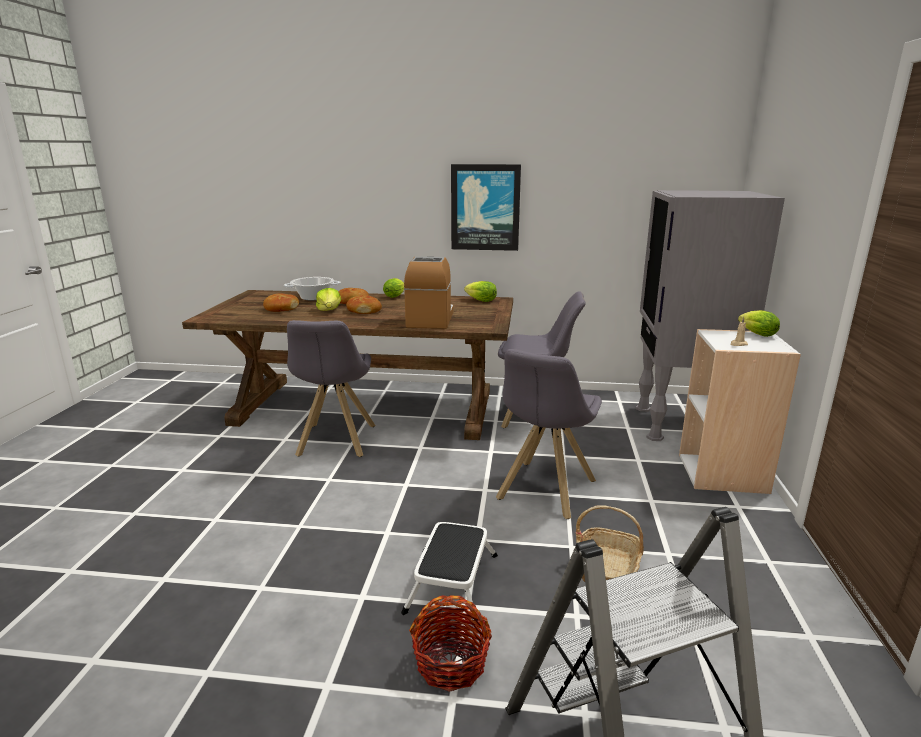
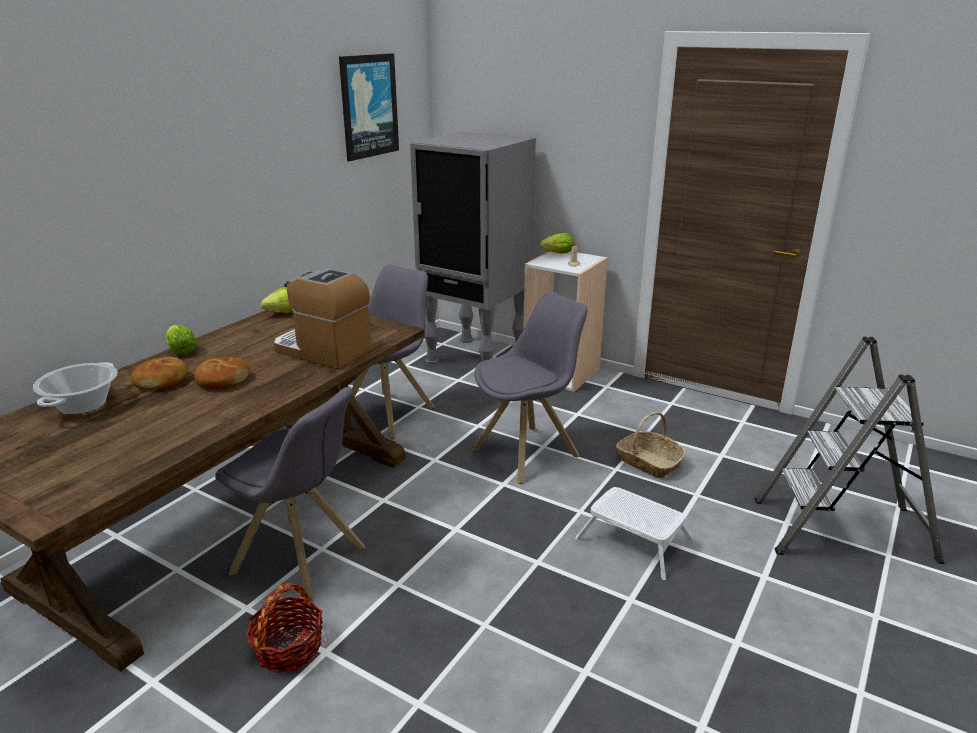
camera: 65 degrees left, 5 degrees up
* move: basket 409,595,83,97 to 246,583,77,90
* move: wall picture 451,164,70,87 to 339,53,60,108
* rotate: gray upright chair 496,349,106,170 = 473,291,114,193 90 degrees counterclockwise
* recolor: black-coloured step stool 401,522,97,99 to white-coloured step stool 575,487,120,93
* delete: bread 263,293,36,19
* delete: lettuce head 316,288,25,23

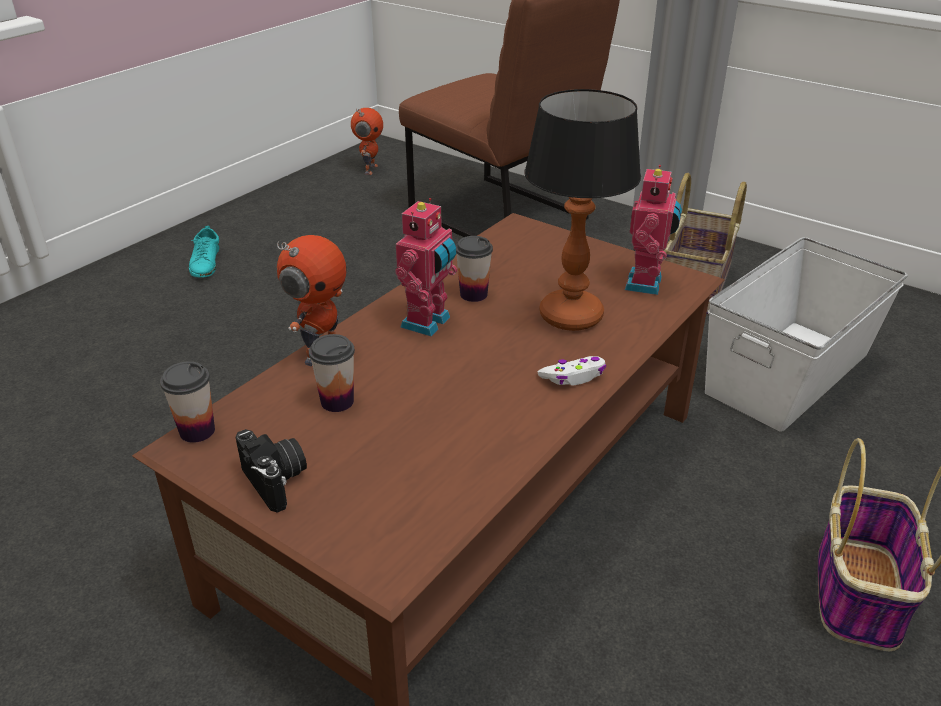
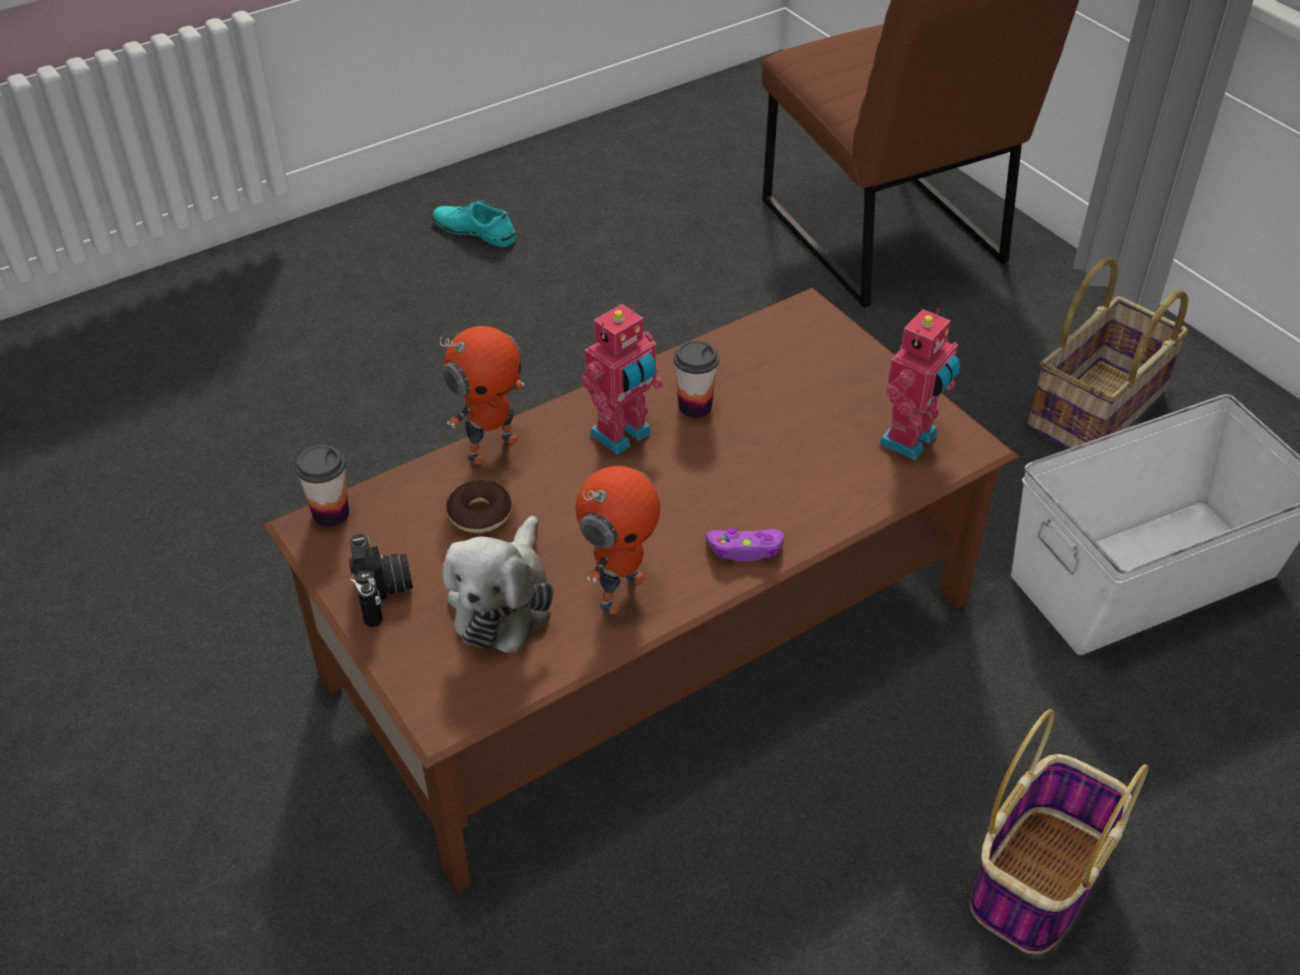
camera: 20 degrees right, 10 degrees up
* rotate: blue-green item of footwear 189,226,30,52 = 432,200,84,47 105 degrees clockwise
* insert: cuddly toy 443,516,110,137
* replace: small cup 309,334,46,78 to doughnut 446,480,66,53
* move: model robot 351,108,32,67 to 575,466,85,148
* recolor: white-coloured gamepad 538,356,68,30 to purple gamepad 706,528,78,33
* delete: lamp for a table 525,89,116,242

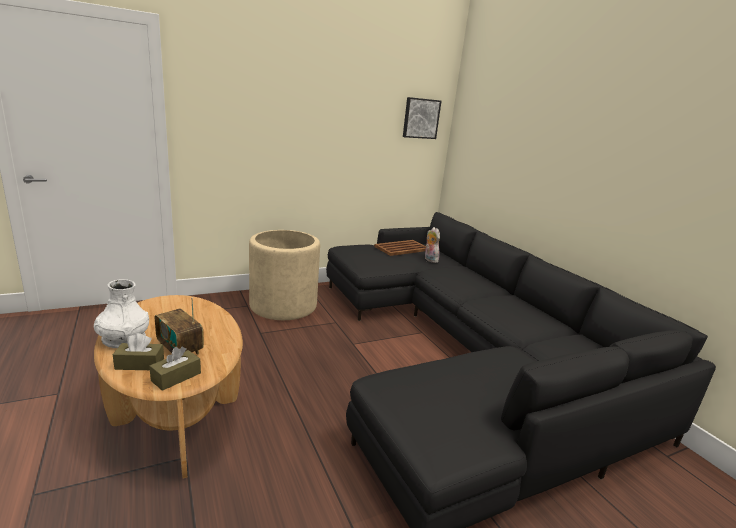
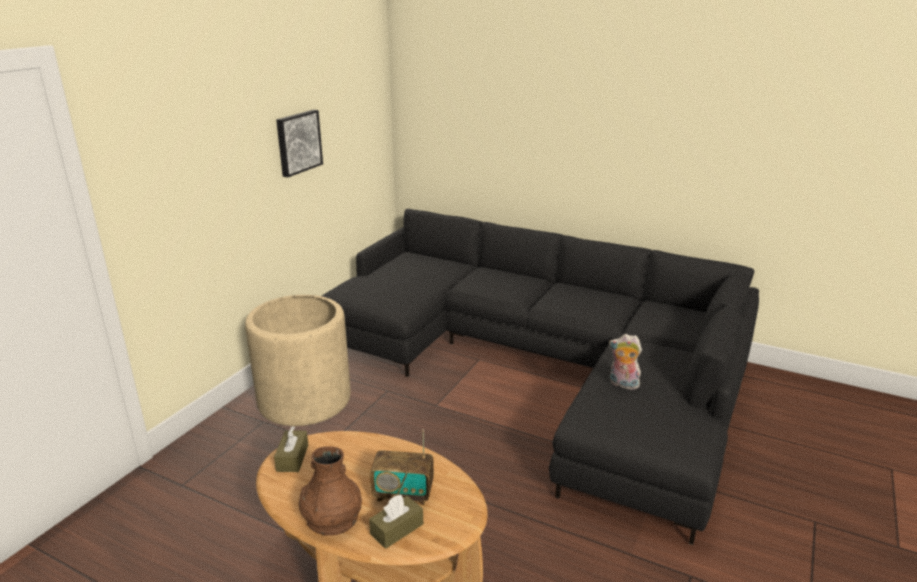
camera: 35 degrees left, 5 degrees up
* move: brown tissue holder 149,346,52,45 to 274,426,34,46
* move: wall picture 403,97,38,42 to 276,110,47,67
* recolor: white-coloured vase 94,279,55,69 to brown vase 299,446,63,89
* move: cuddly toy 425,227,15,36 to 609,334,33,56
* delete: brown tray 374,240,52,16

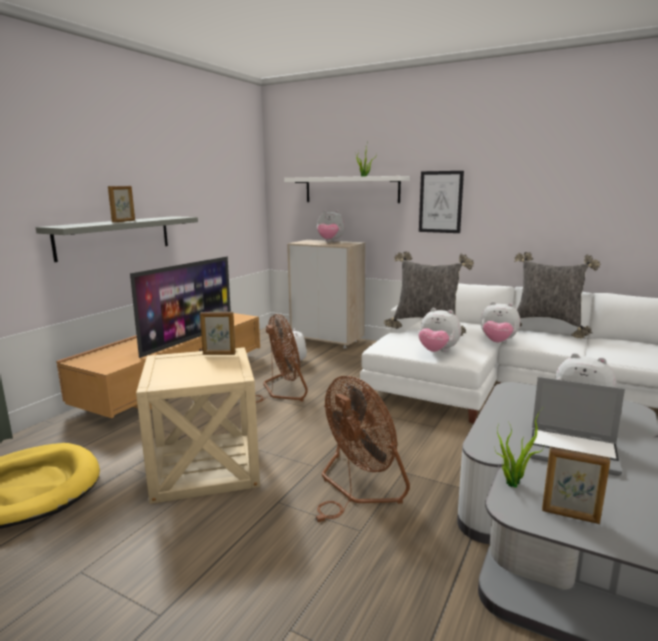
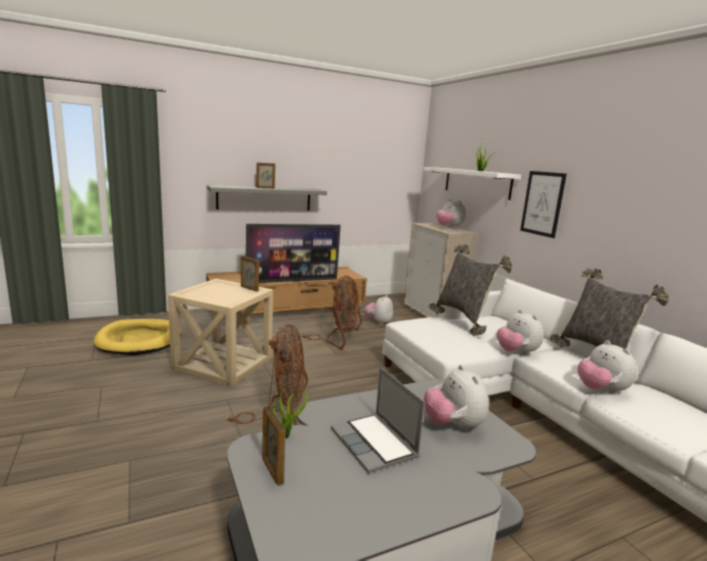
camera: 35 degrees right, 0 degrees up
* move: cuddly toy 418,308,43,44 to 578,340,59,54

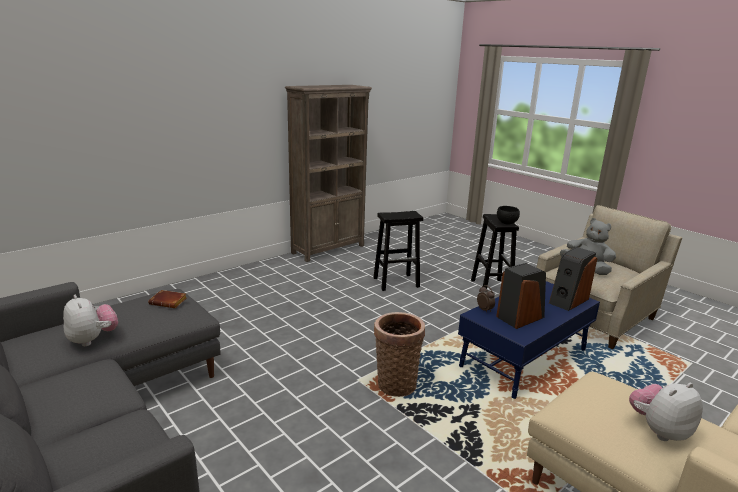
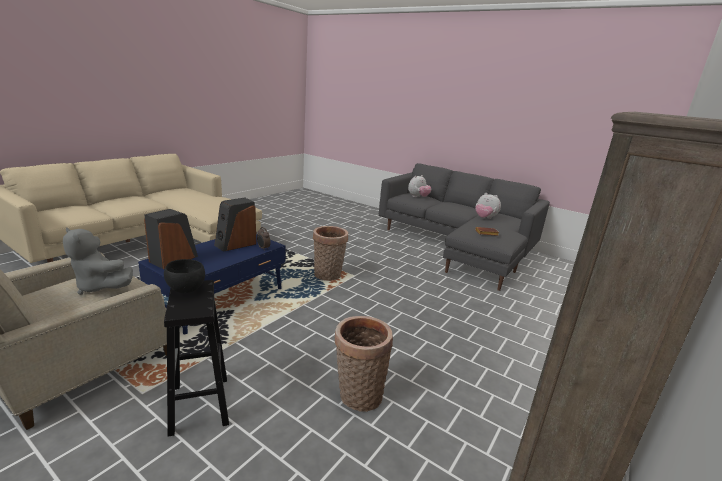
camera: 165 degrees right, 0 degrees up
* replace: black-coloured stool 373,211,50,80 to basket 334,316,59,96
* move: cuddly toy 629,383,74,58 to 408,175,24,22

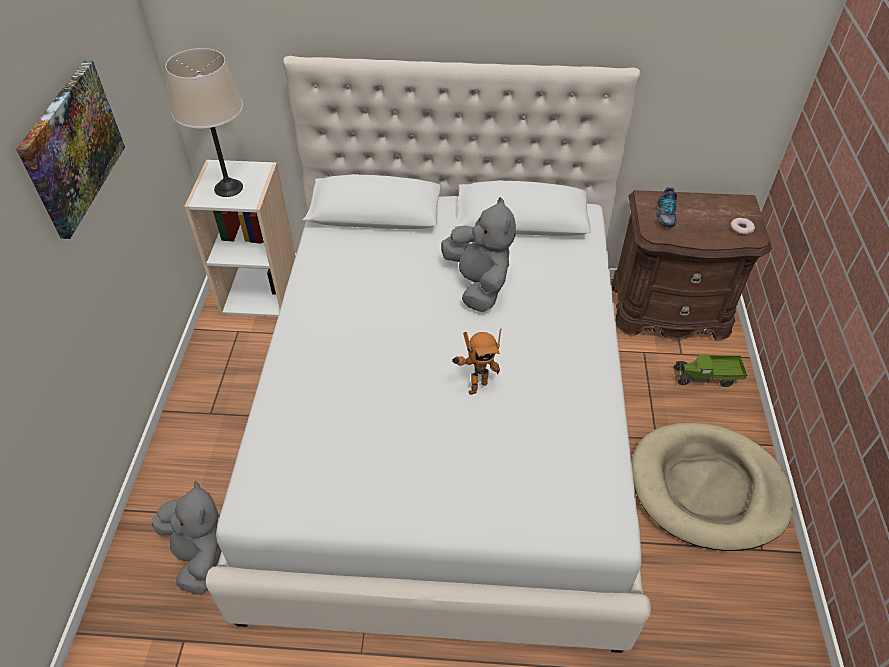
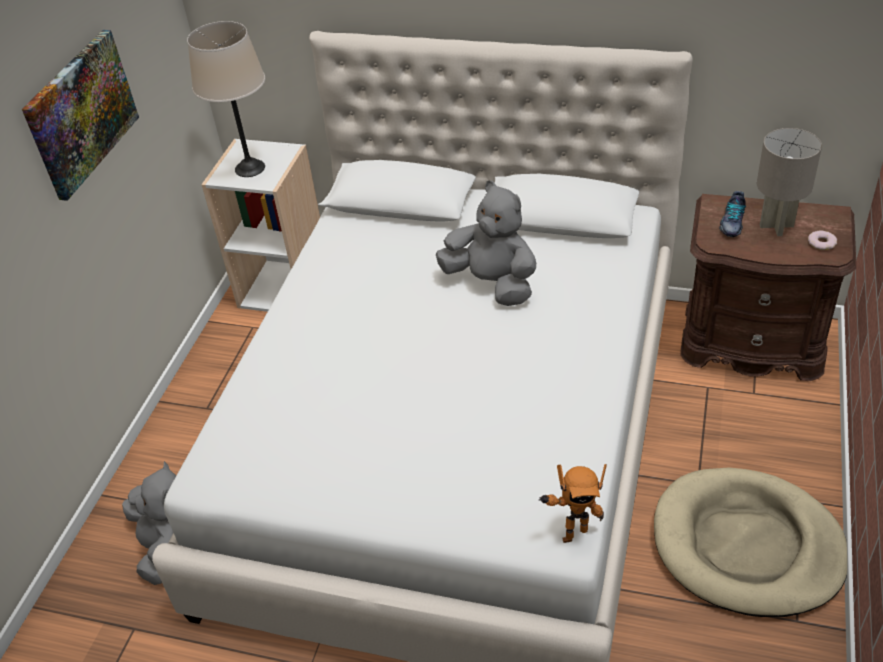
camera: 15 degrees right, 5 degrees down
* rotate: gray cuddly toy 441,197,75,115 = 436,181,100,125 45 degrees counterclockwise
* move: model robot 452,328,49,67 to 539,464,68,79
* insert: gray lamp for a table 757,128,65,108
* delete: toy lorry 673,354,74,33

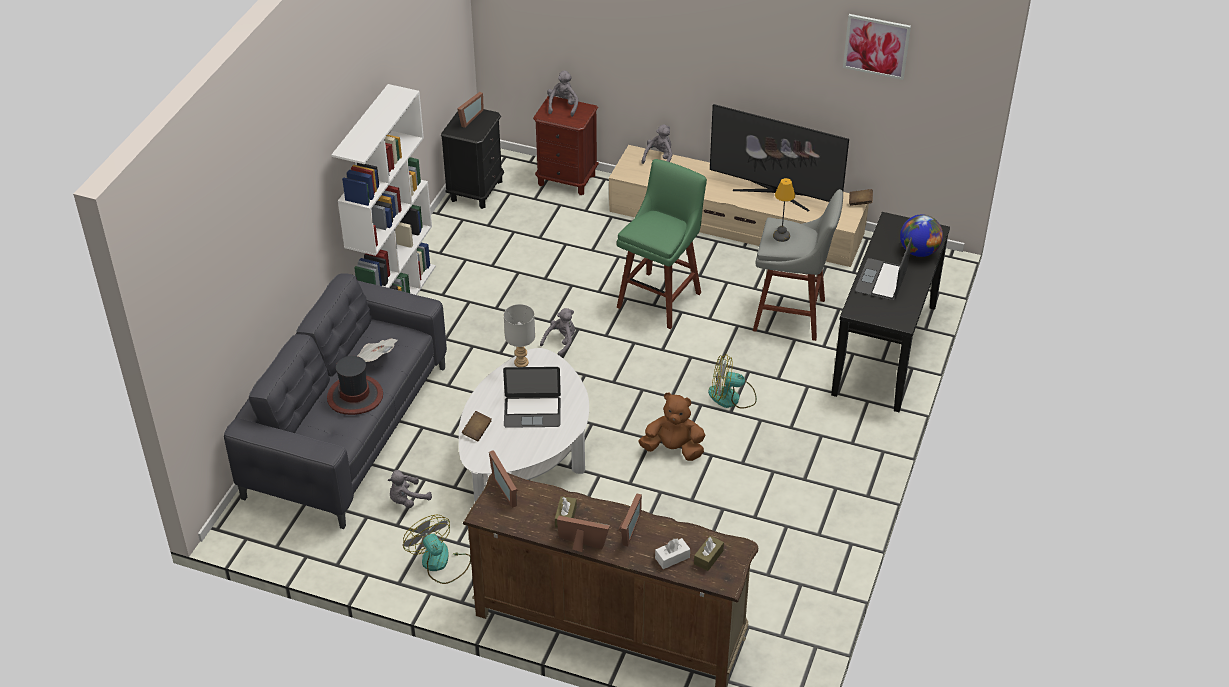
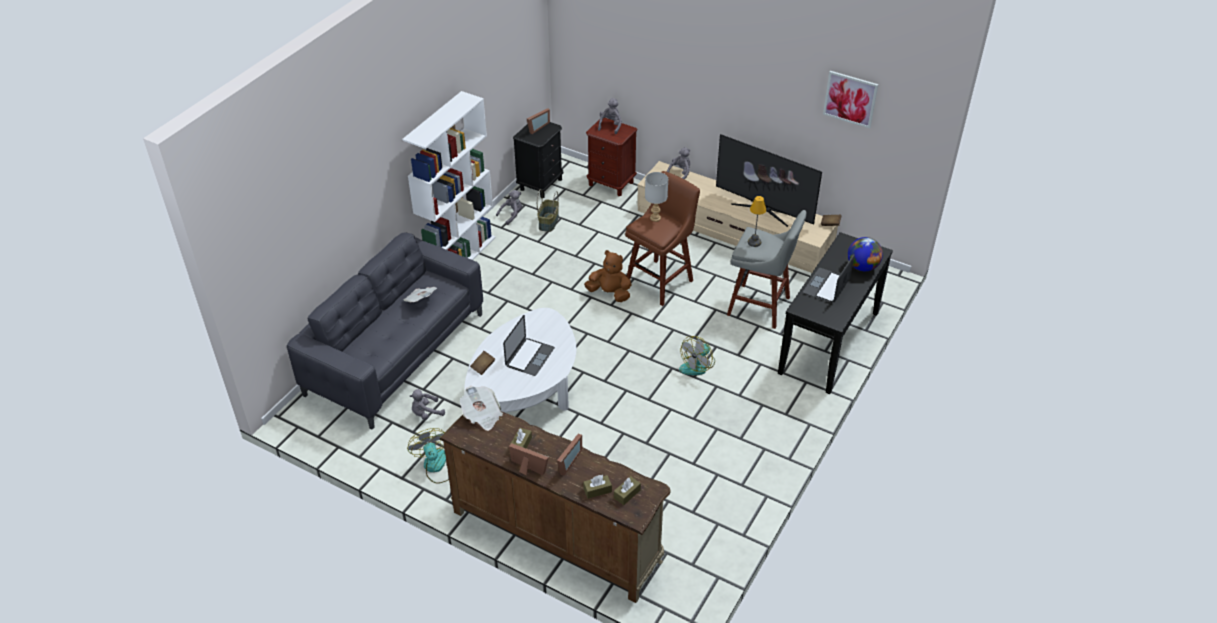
camera: 10 degrees right, 0 degrees up
* replace: standing frame 489,450,29,58 to daily paper 460,386,43,45
* move: gray cuddly toy 540,308,35,49 to 496,190,26,35
* rotate: laptop 503,367,58,61 = 503,315,52,61 75 degrees counterclockwise
* insert: basket 537,189,22,43
* recolor: white-coloured tissue holder 655,538,35,31 to brown tissue holder 583,475,29,24
* move: brown cuddly toy 638,393,67,68 to 584,250,48,52
* recolor: green stool 617,159,90,170 to brown stool 625,171,75,135
* move: gray lamp for a table 504,304,31,63 to 645,172,23,50
* rotate: fan 708,354,49,55 = 679,336,36,39 60 degrees counterclockwise
* delete: hat 327,356,56,59

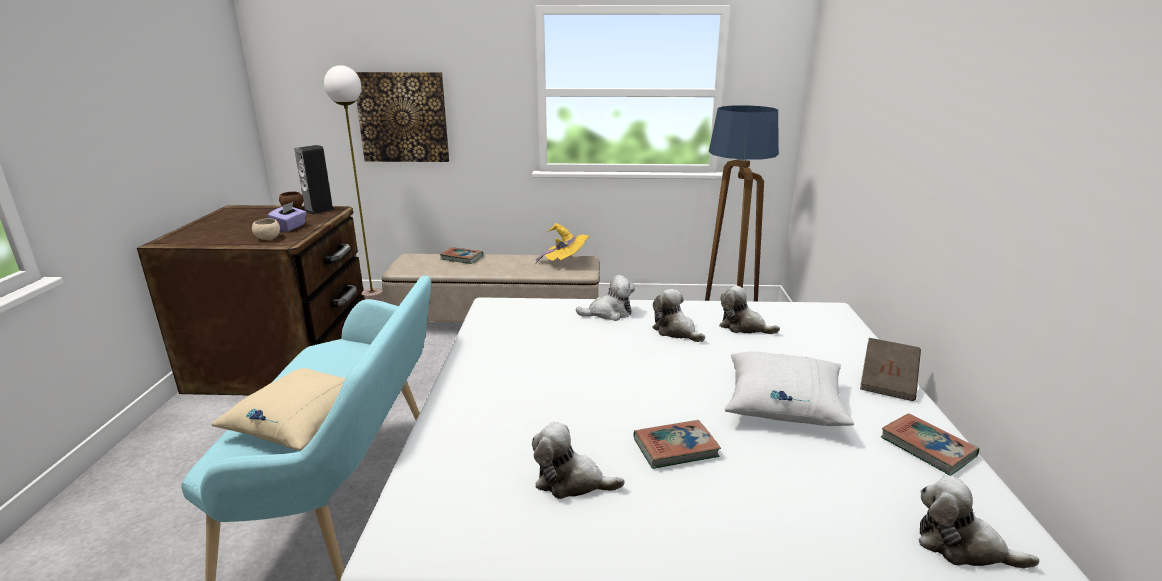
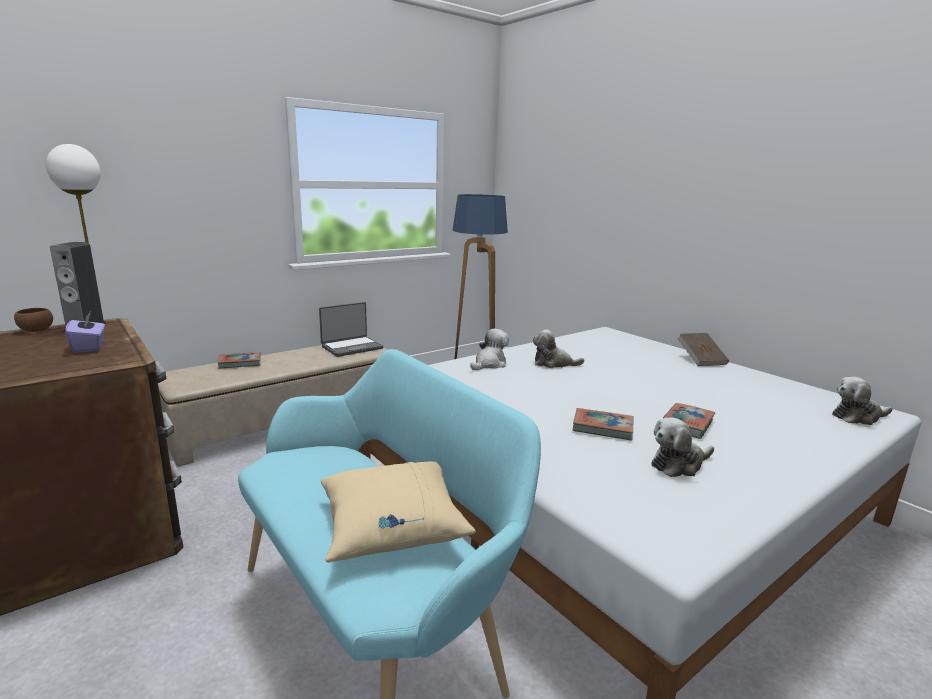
camera: 40 degrees left, 5 degrees down
* replace: yellowish hat 535,223,55,41 to laptop 319,302,64,55
* move: bound book 881,413,98,62 to 572,408,61,33
* delete: sand-coloured bowl 252,218,28,22
* delete: wall picture 356,72,93,90
* delete: cuddly toy 720,286,60,48
* delete: gray cushion 725,351,129,75

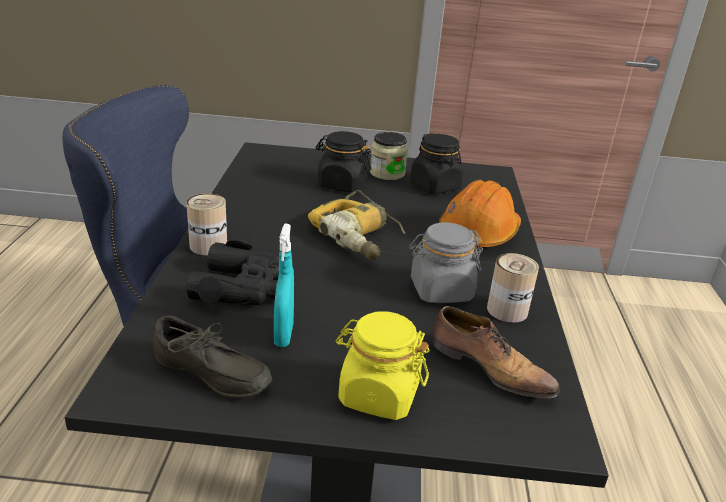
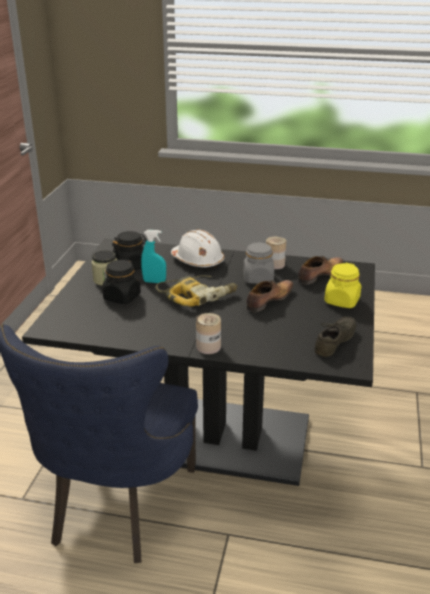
camera: 80 degrees left, 0 degrees up
* move: blue-green spray bottle 274,224,20,123 to 141,230,25,53
* recolor: orange-coloured work helmet 439,180,82,71 to white-coloured work helmet 171,230,53,40
* insert: item of footwear 247,280,47,33
* delete: black-coloured pair of binoculars 185,238,94,67

